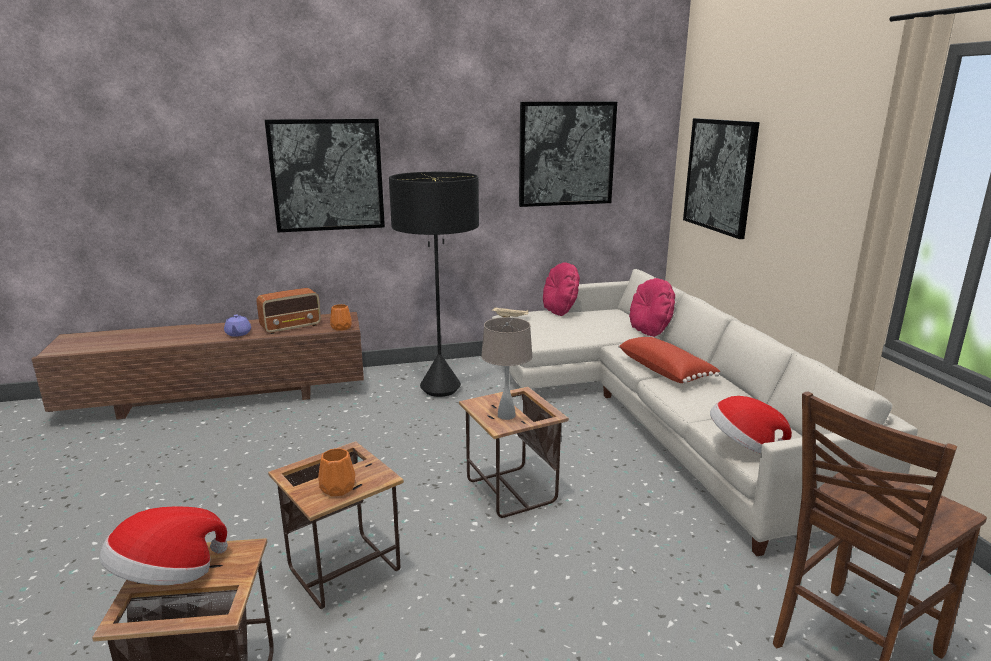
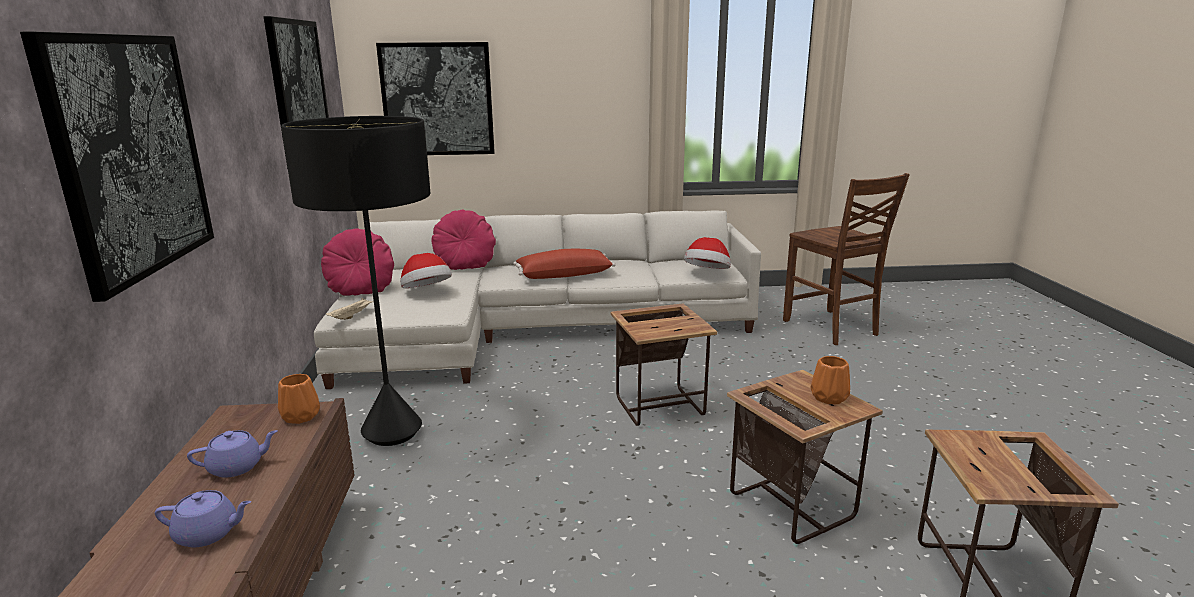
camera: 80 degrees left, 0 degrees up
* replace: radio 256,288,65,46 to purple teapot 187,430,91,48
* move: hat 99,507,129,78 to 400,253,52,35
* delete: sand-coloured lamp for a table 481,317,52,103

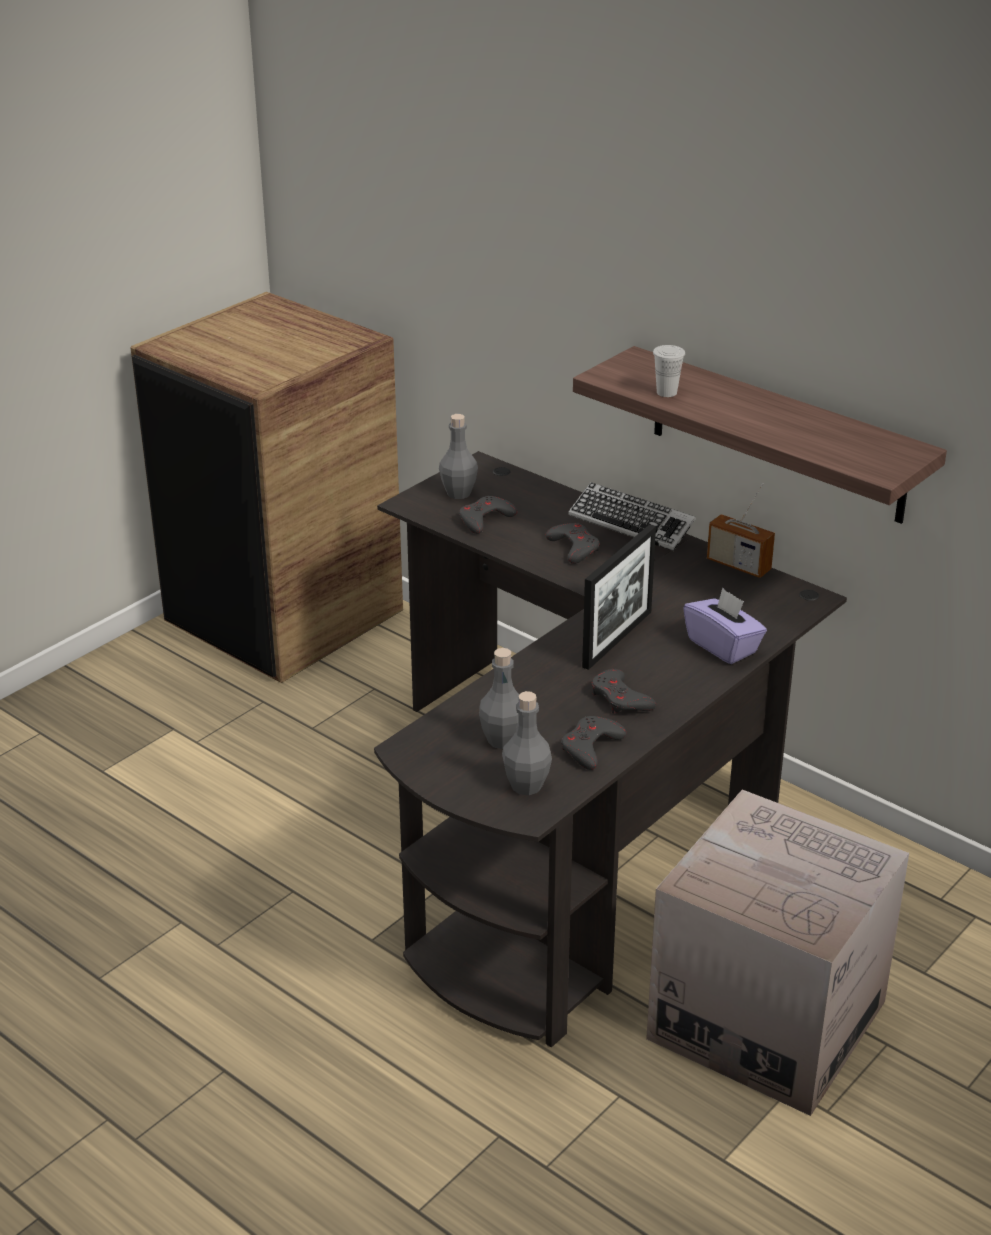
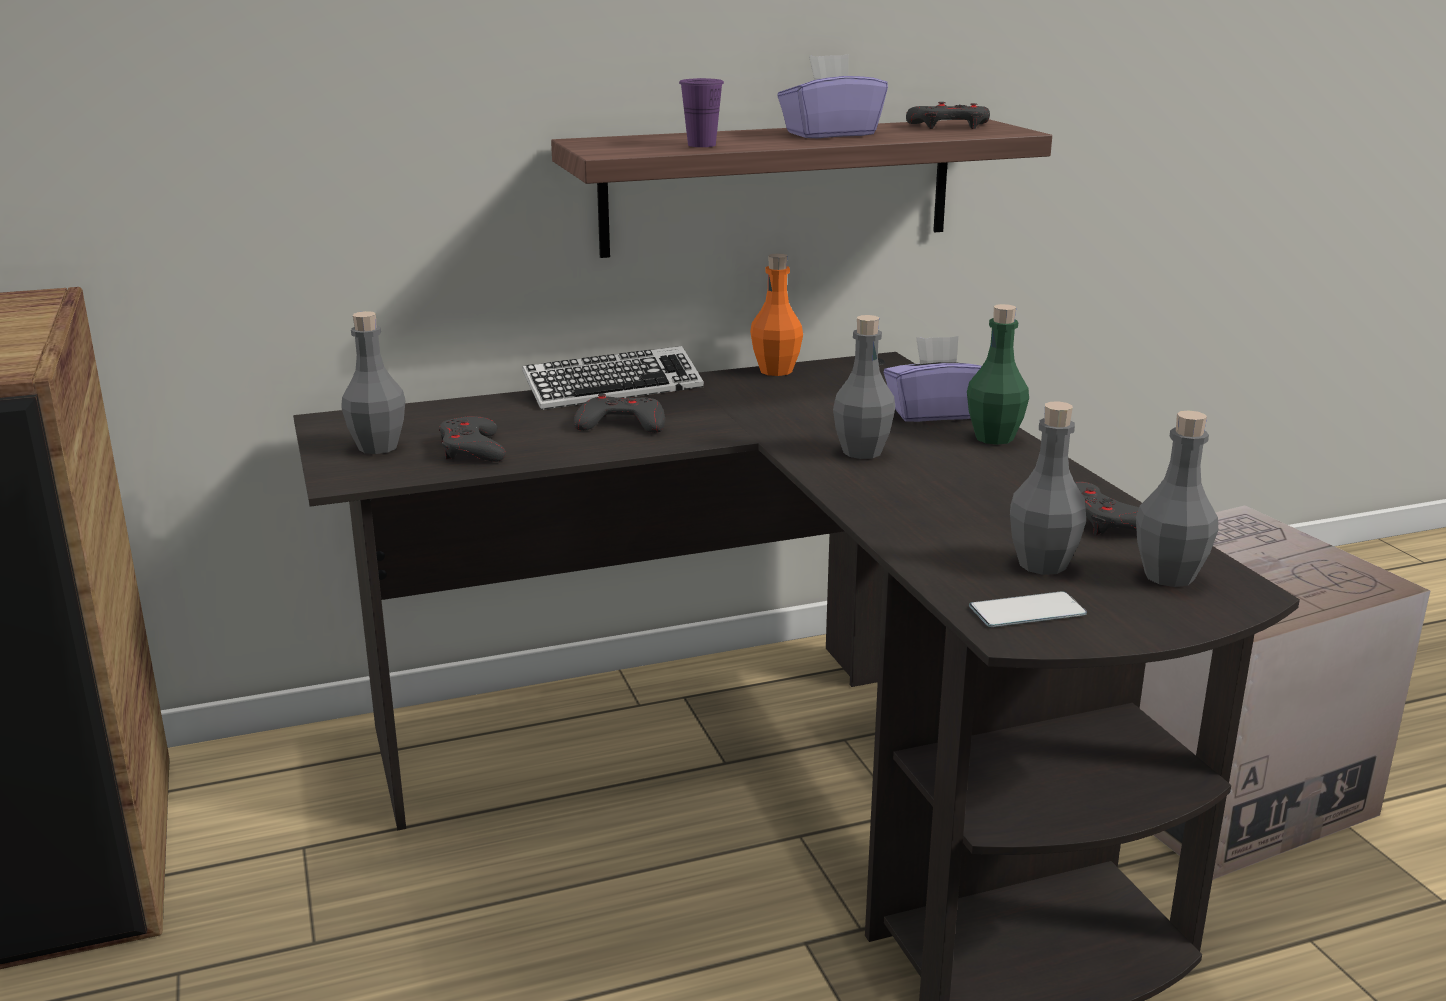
camera: 60 degrees left, 10 degrees down
* recolor: white-coloured small cup 653,345,32,52 to purple small cup 679,78,45,69
* replace: radio 707,483,68,95 to orange-coloured bottle 750,253,53,123
* insert: purple tissue holder 777,54,111,84
* replace: standing frame 582,524,74,146 to gray bottle 833,315,62,144
* move: gray gamepad 591,669,65,45 to 906,102,84,27
* insert: green bottle 967,304,62,141
* insert: handset 969,591,118,36

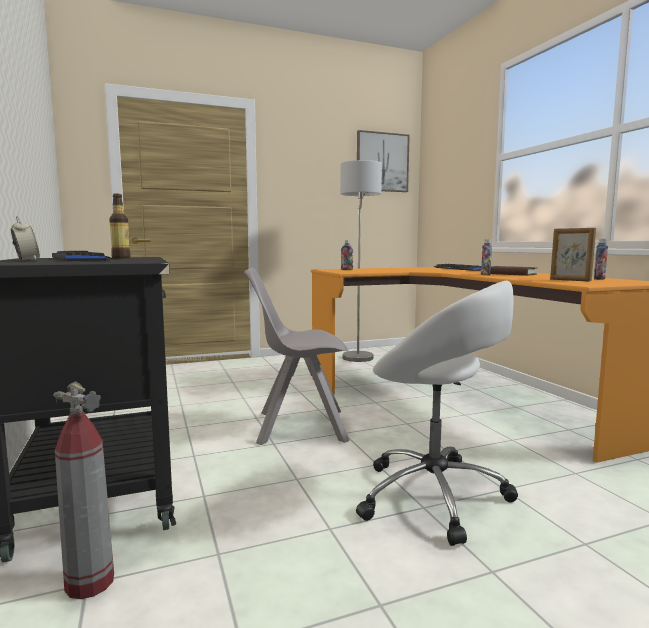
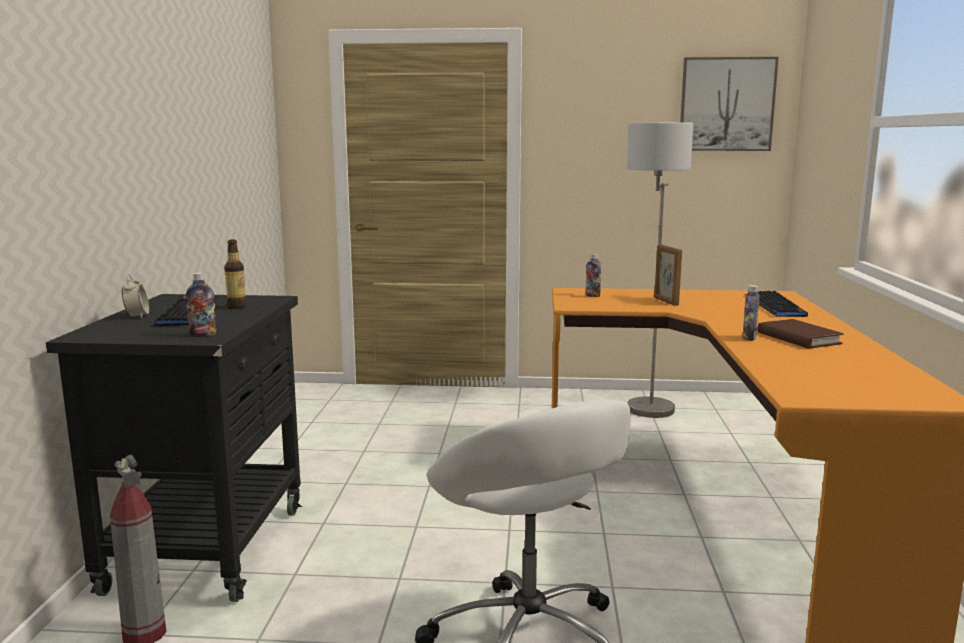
camera: 25 degrees right, 5 degrees up
* move: bottle 594,239,14,41 to 185,272,32,65
* move: standing frame 550,228,46,53 to 654,245,28,61
* delete: gray upright chair 244,267,105,178

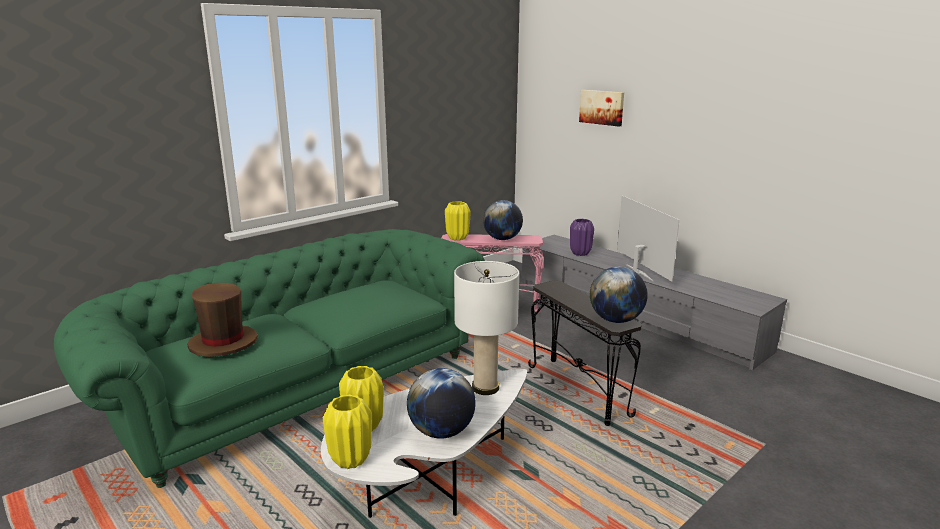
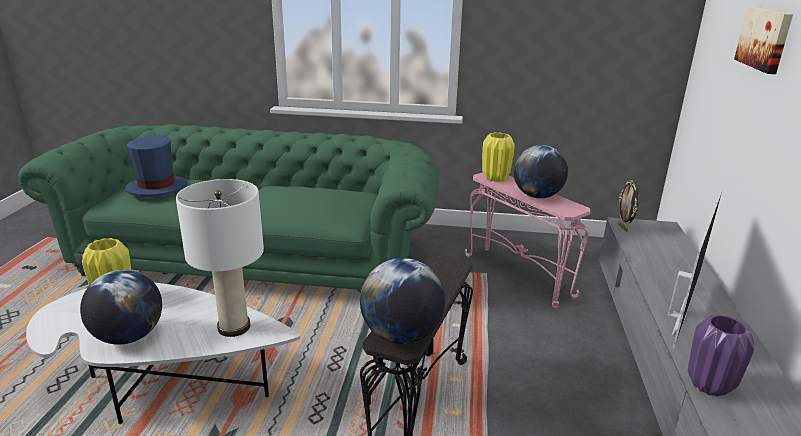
camera: 50 degrees right, 5 degrees up
* recolor: brown hat 187,283,71,74 to bluish hat 126,135,61,62
* insert: standing frame 618,180,21,52
* move: purple vase 570,219,24,37 to 688,314,66,83
* delete: yellowish vase 323,394,49,75

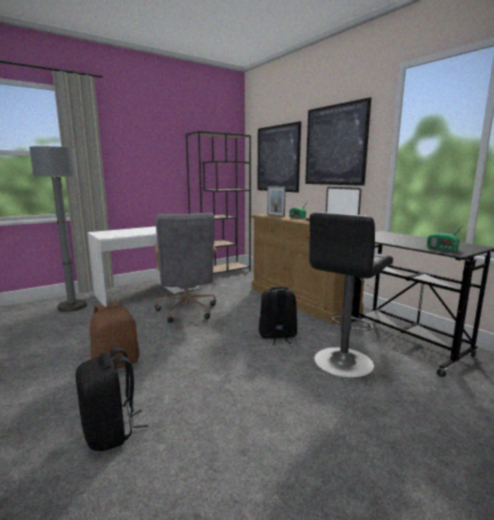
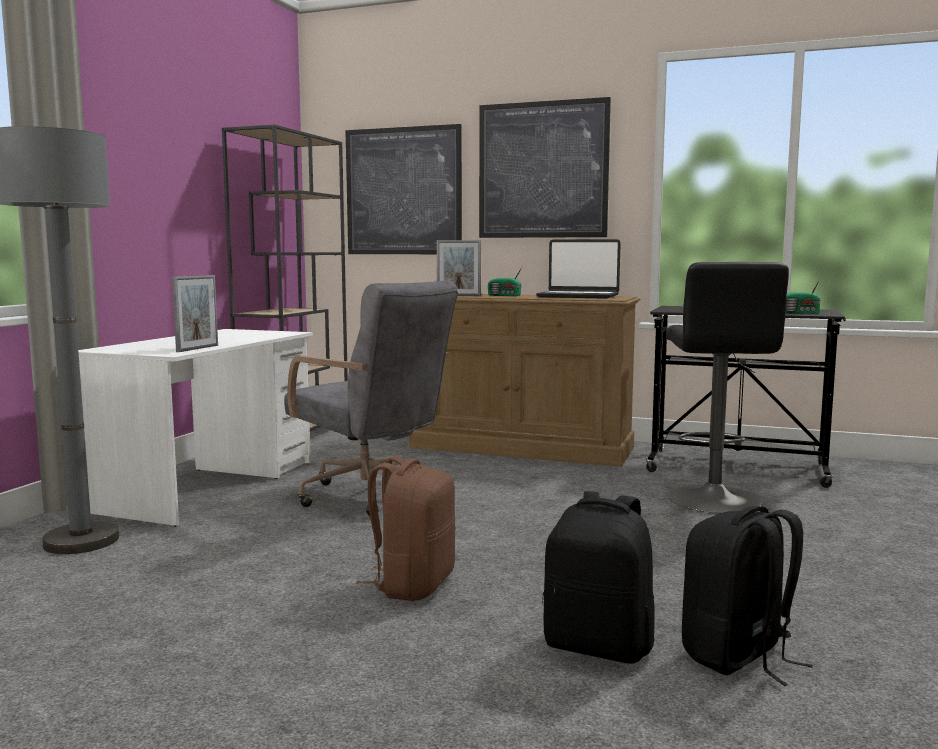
camera: 35 degrees left, 5 degrees down
* insert: standing frame 172,275,46,77
* move: black-coloured knapsack 259,287,38,58 to 682,506,131,180

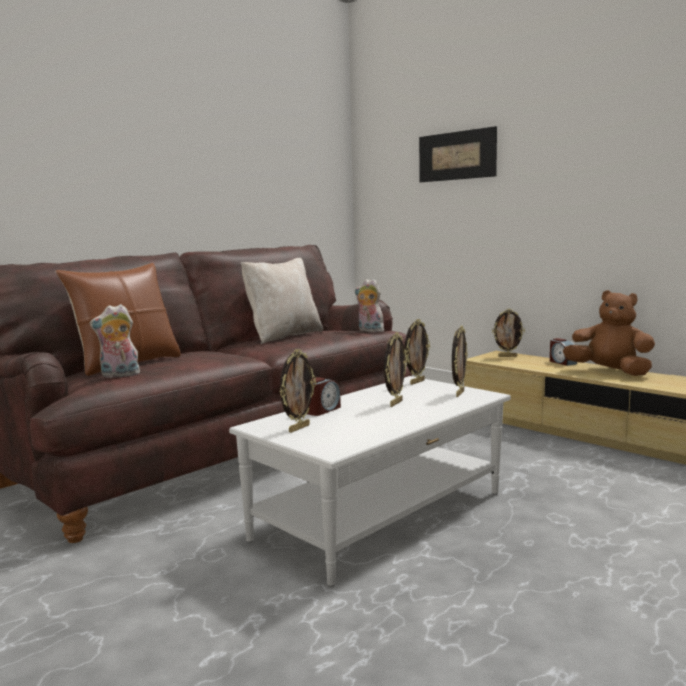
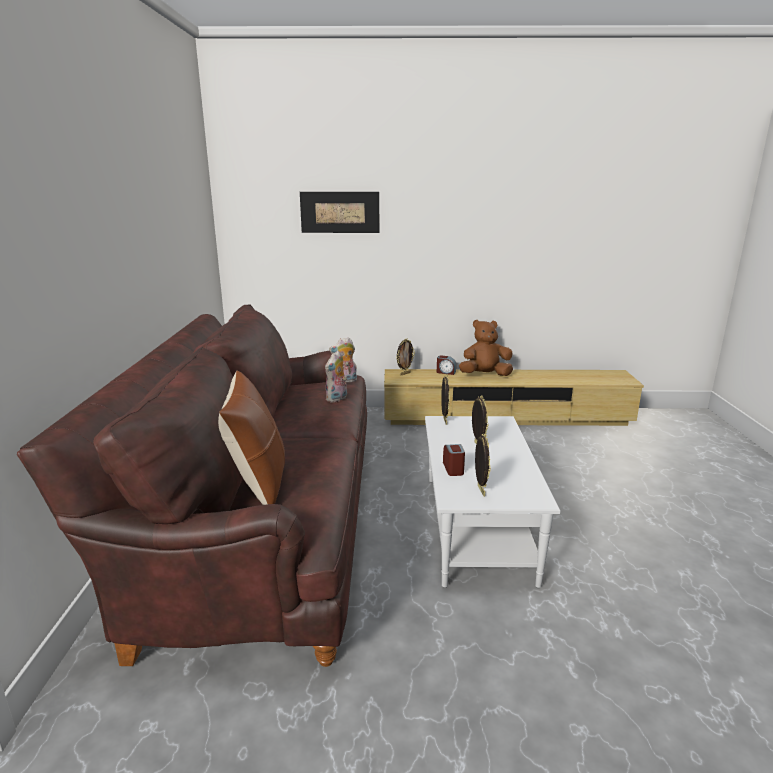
camera: 45 degrees left, 10 degrees up
* move: cuddly toy 90,304,51,74 to 325,351,22,51
* delete: sand-coloured cushion 241,258,82,86
* delete: standing frame 452,326,16,71

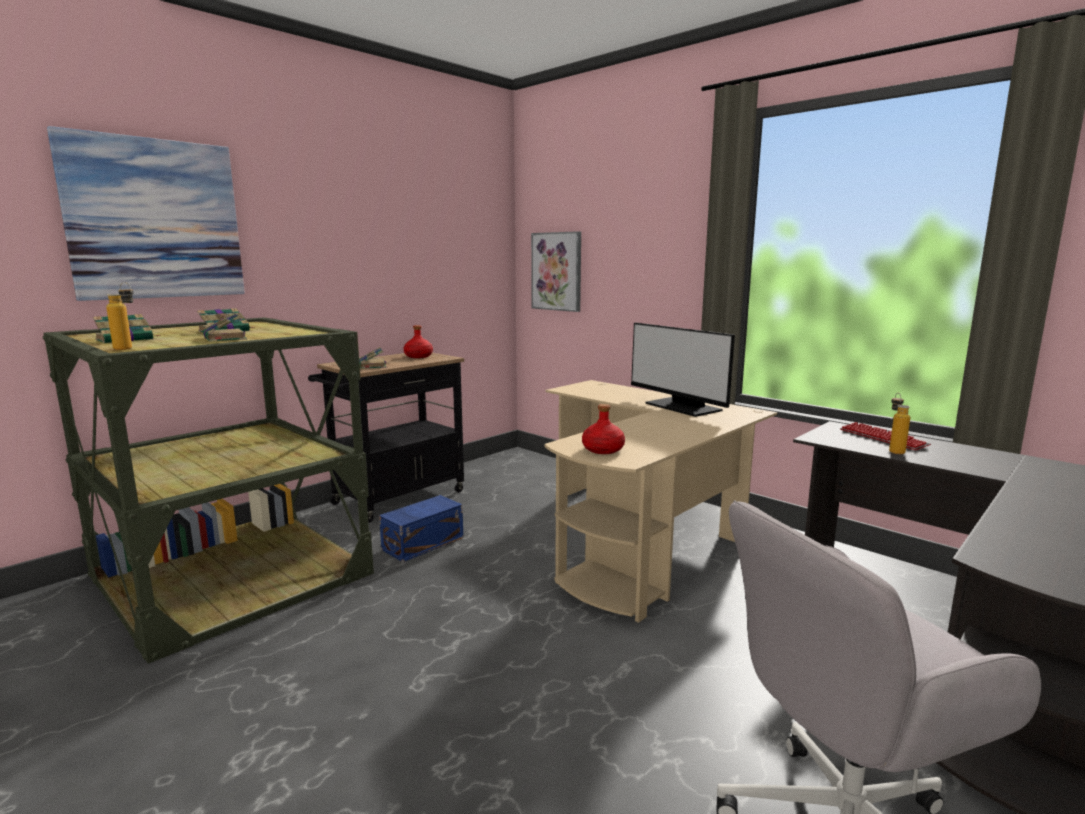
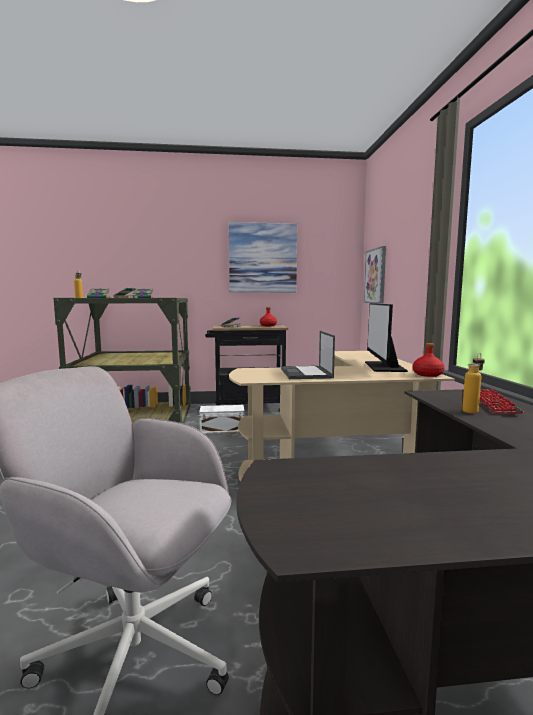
camera: 40 degrees right, 5 degrees down
* recolor: bluish storage container 379,495,84,67 to white-coloured storage container 199,405,46,29
* move: wall picture 47,126,198,175 to 229,222,68,71
* insert: laptop 281,331,54,48
* move: red bottle 582,404,43,50 to 413,343,32,34

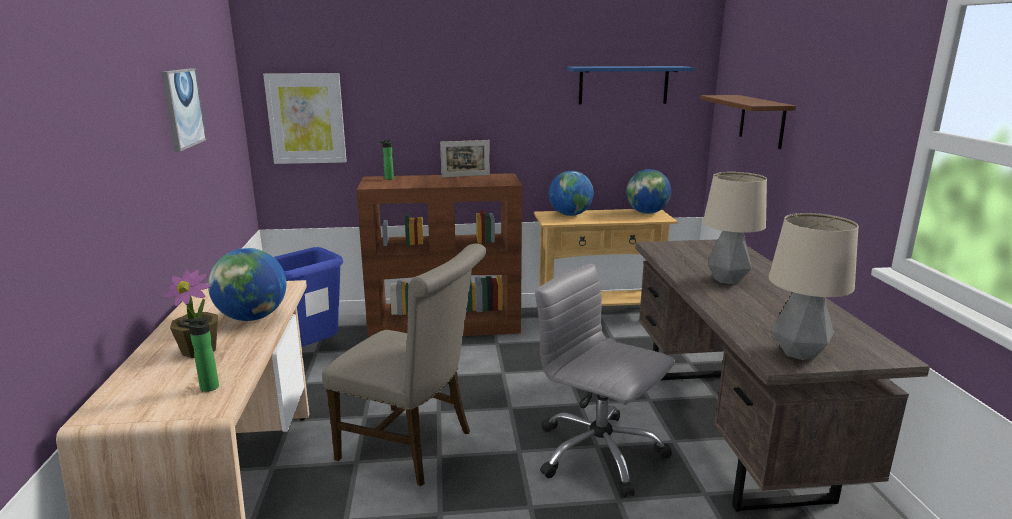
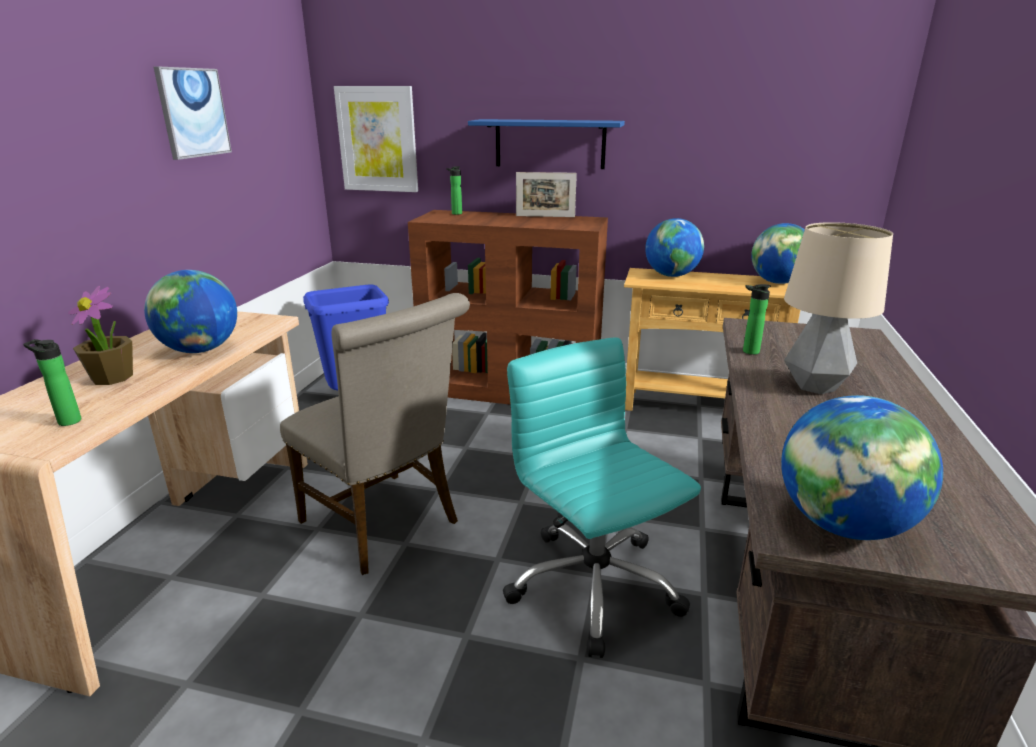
camera: 20 degrees right, 5 degrees up
* move: bluish bracket shelf 566,66,129,39 to 468,119,157,50
* recolor: gray computer chair 535,264,140,234 to blue-green computer chair 503,337,198,321
* insert: bottle 743,284,28,71
* replace: lamp for a table 769,213,90,147 to desk globe 781,395,162,145
* delete: brown bracket shelf 700,95,96,54

